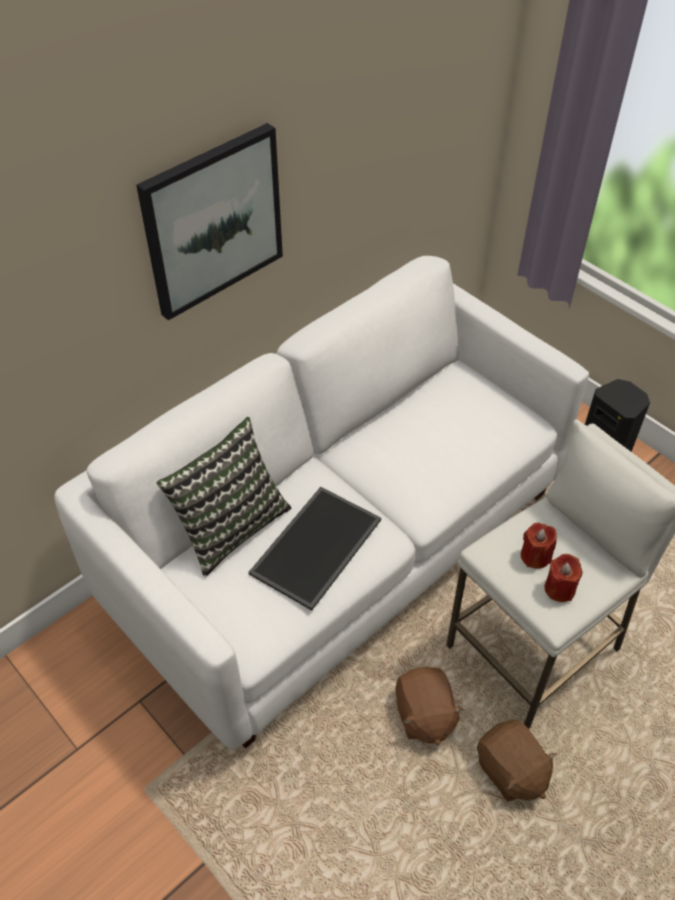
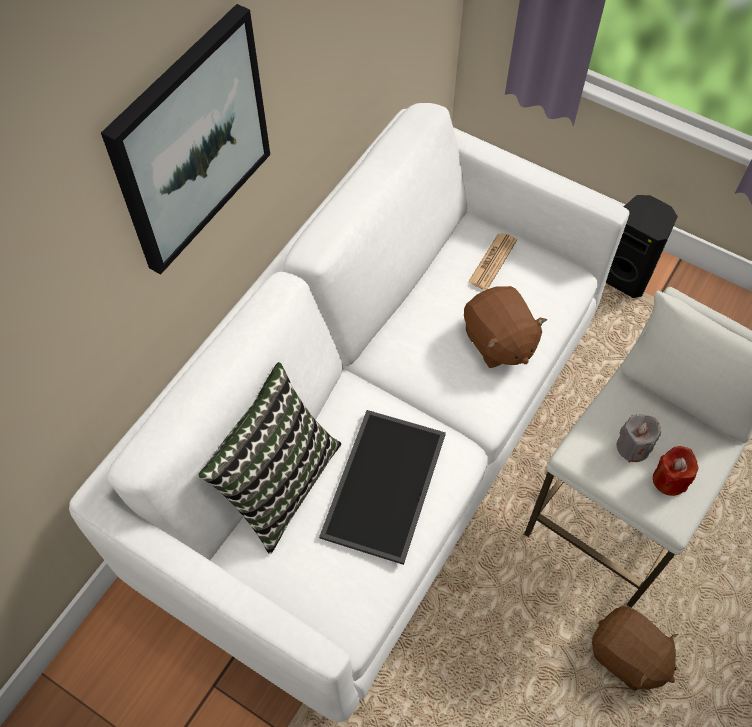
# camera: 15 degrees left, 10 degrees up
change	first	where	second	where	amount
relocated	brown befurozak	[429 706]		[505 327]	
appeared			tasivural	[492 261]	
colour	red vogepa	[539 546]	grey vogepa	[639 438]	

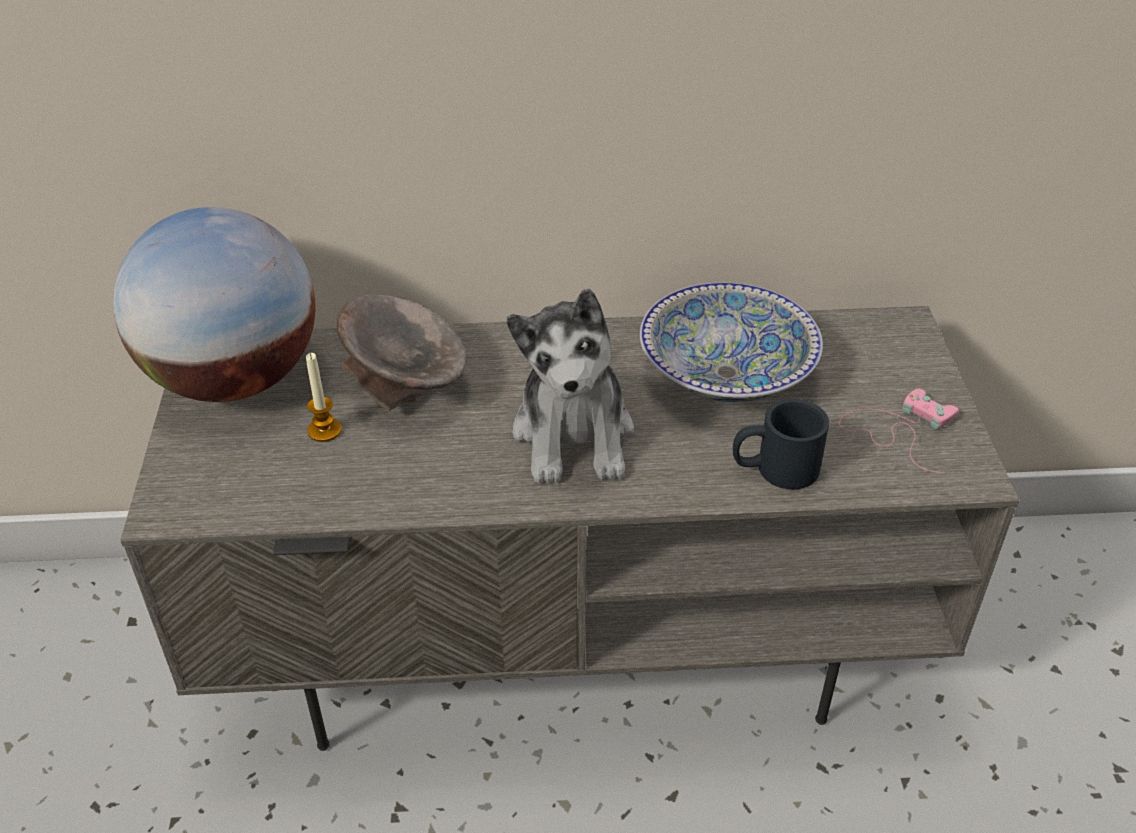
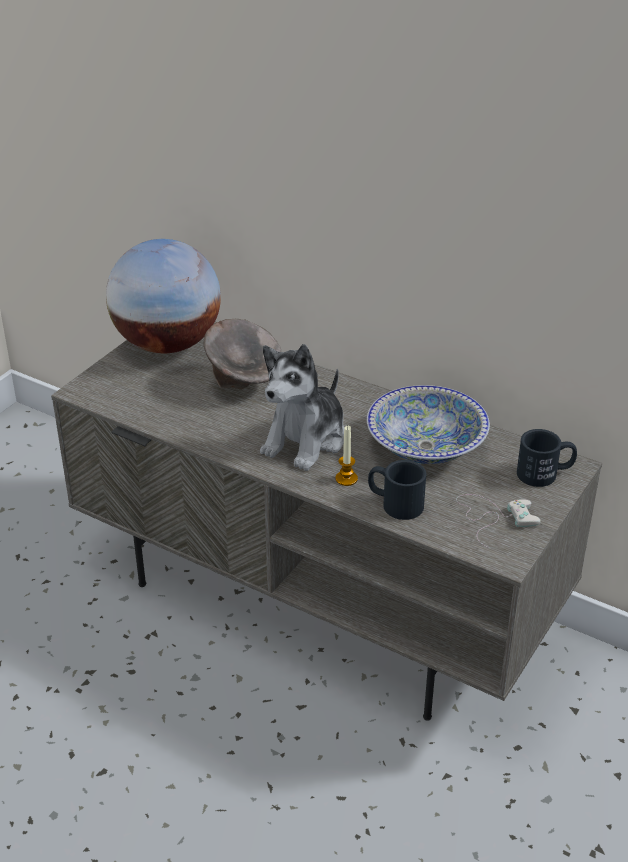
# camera: 35 degrees right, 5 degrees down
change	first	where	second	where	amount
relocated	vogepa	[324 397]		[346 456]	
colour	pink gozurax	[899 431]	white gozurax	[498 520]	
appeared			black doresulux	[547 458]	

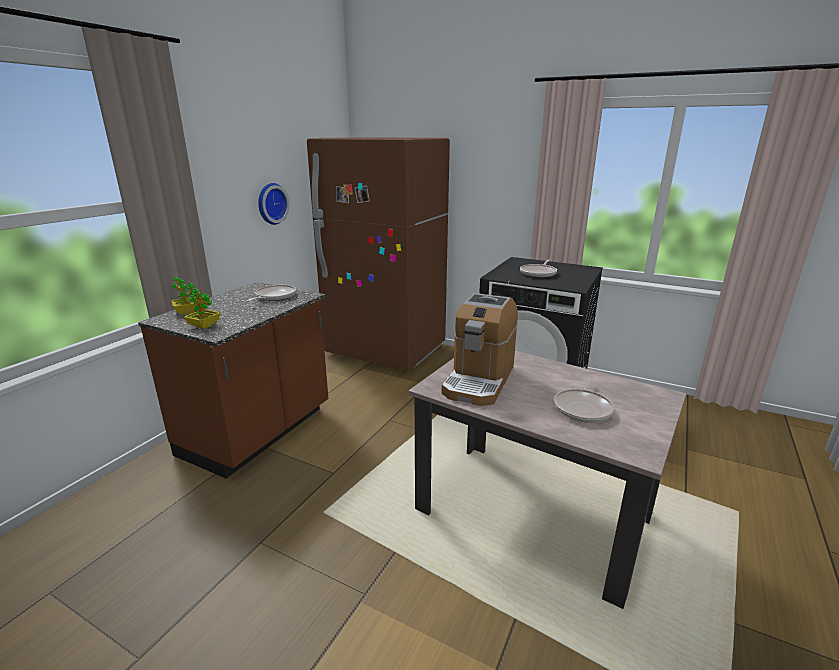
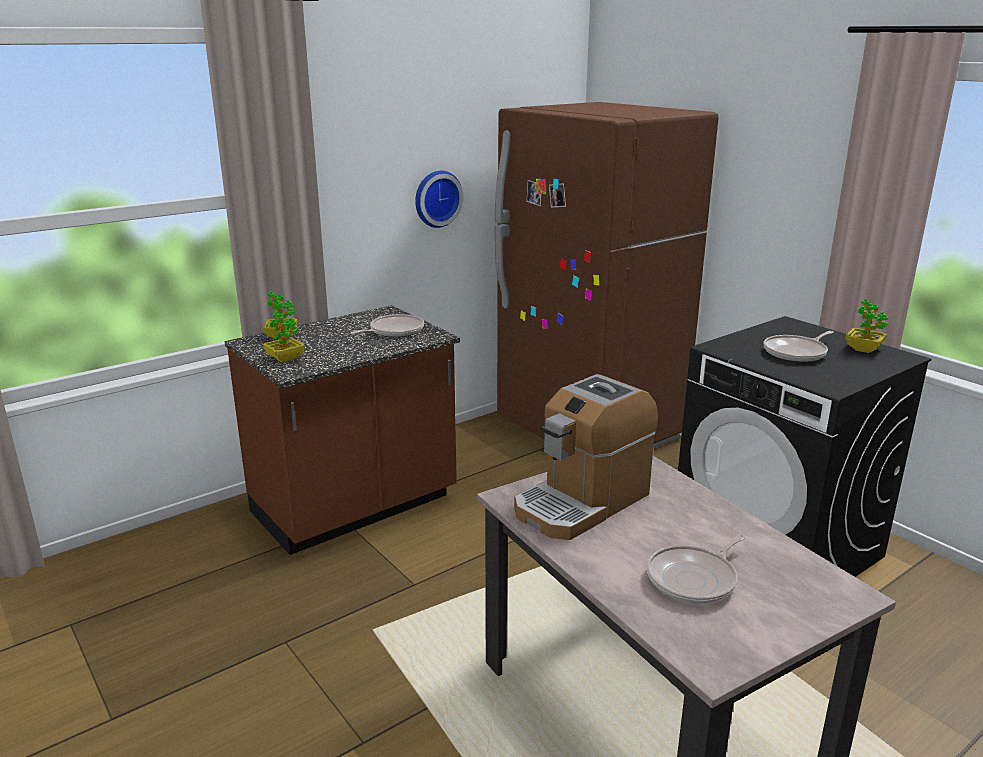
# camera: 25 degrees right, 0 degrees up
change	first	where	second	where	amount
appeared			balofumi	[866 326]	

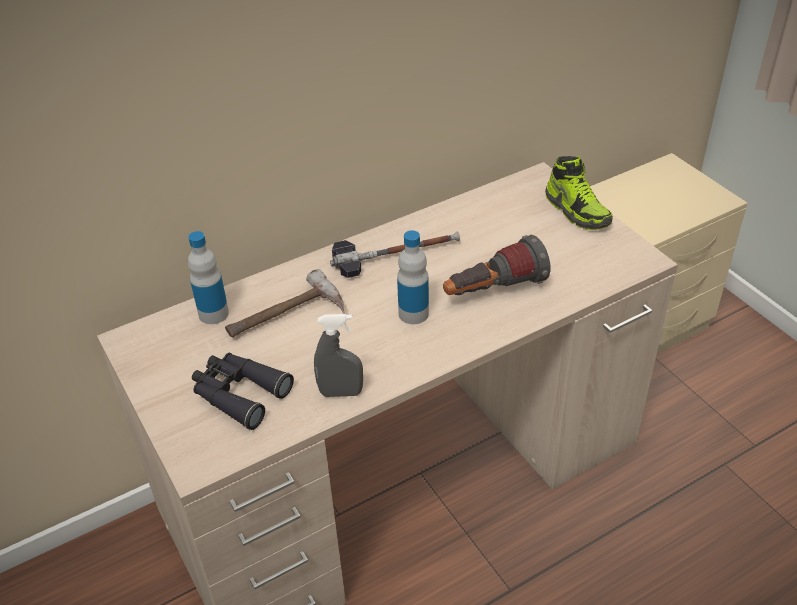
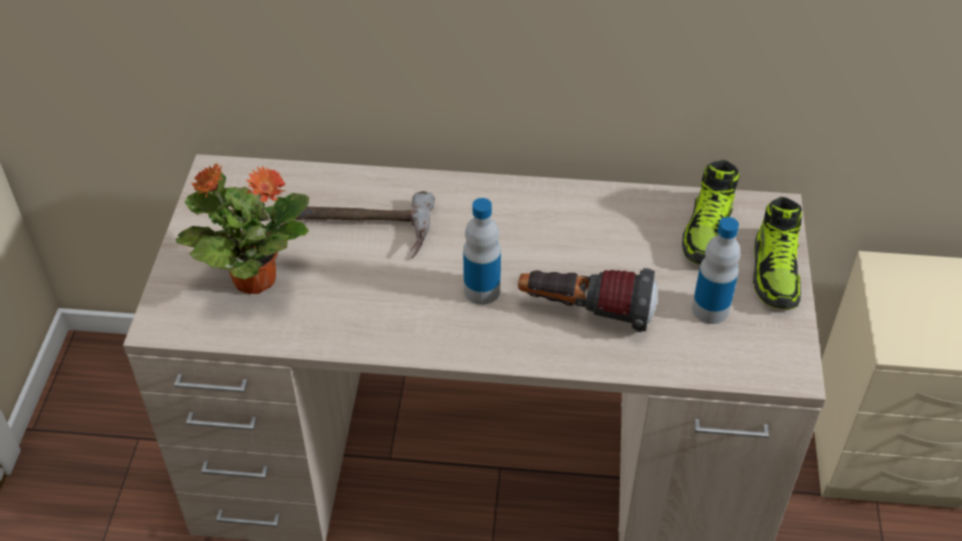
# camera: 35 degrees right, 5 degrees up
change	first	where	second	where	amount
exchanged	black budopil	[243 391]	balofumi	[242 229]	
appeared			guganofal	[710 212]	
relocated	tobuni	[208 277]		[716 270]	
missing	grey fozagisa	[338 355]			
missing	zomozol	[395 254]			

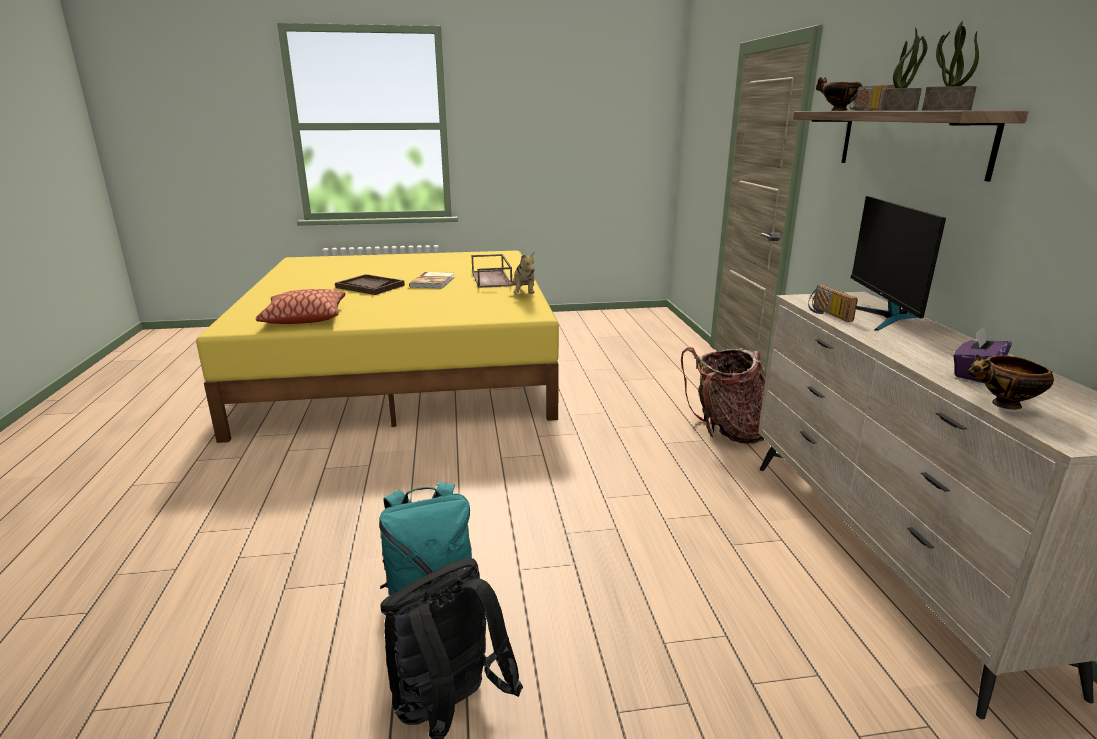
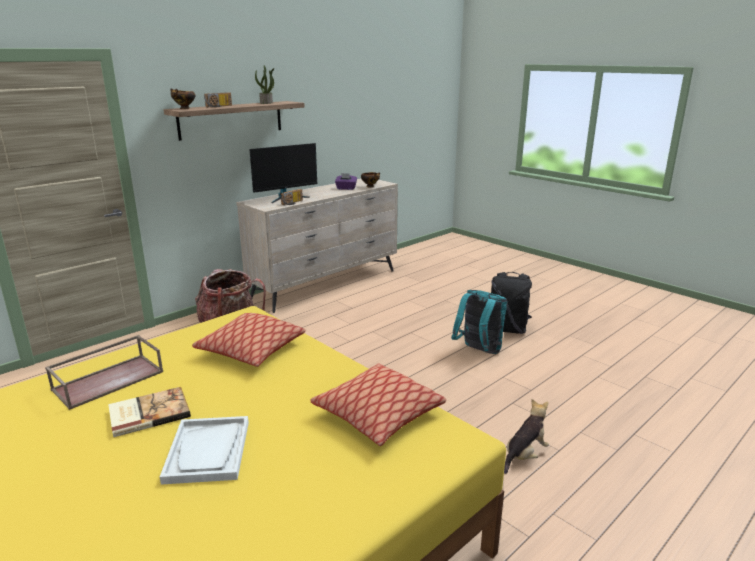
# camera: 125 degrees left, 0 degrees up
change	first	where	second	where	amount
colour	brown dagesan	[370 284]	white dagesan	[204 450]	
appeared			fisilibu	[248 340]	
relocated	befurozak	[521 273]		[526 436]	
missing	balofumi	[902 69]			

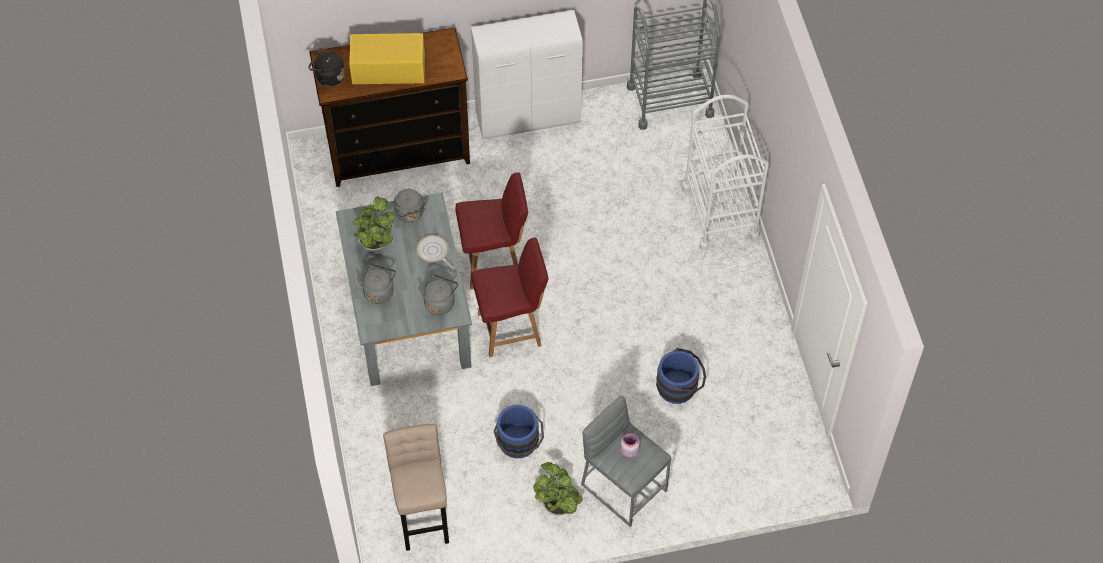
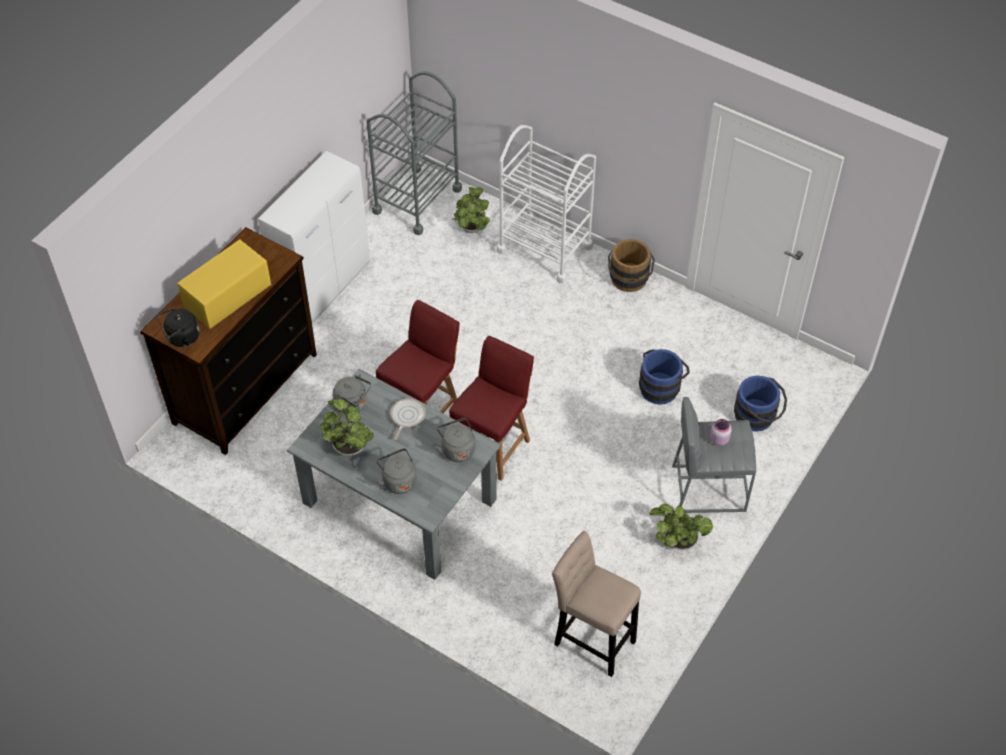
# camera: 45 degrees left, 5 degrees down
change	first	where	second	where	amount
spun	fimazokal	[435 252]		[408 419]	105 degrees clockwise
appeared			balofumi	[471 210]	
appeared			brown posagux	[631 265]	
relocated	blue posagux	[519 431]		[760 404]	

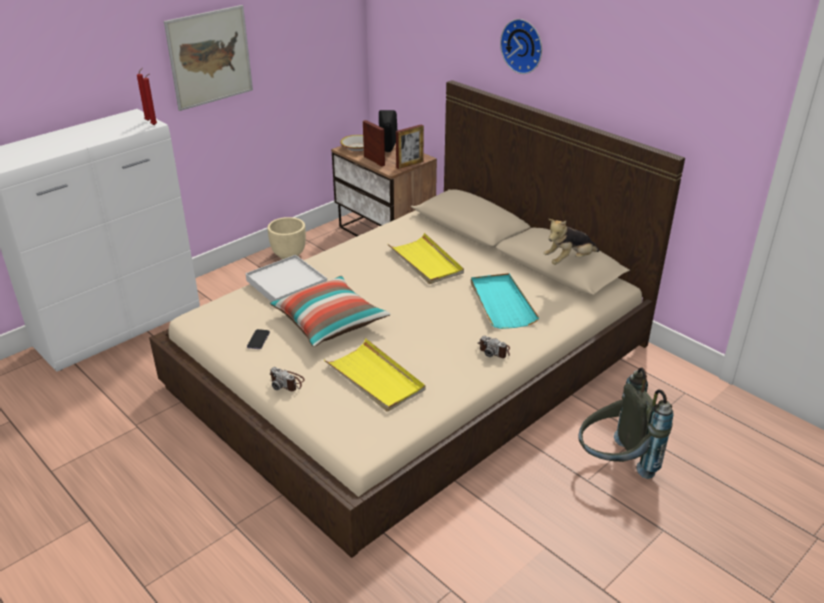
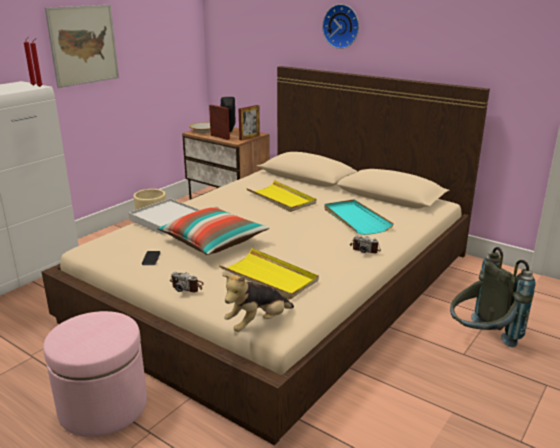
# camera: 10 degrees left, 10 degrees down
change	first	where	second	where	amount
appeared			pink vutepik	[95 374]	
relocated	befurozak	[571 242]		[258 303]	

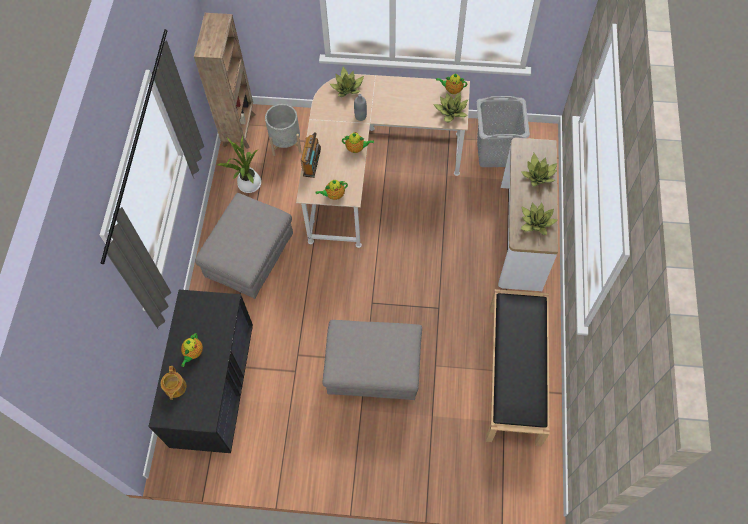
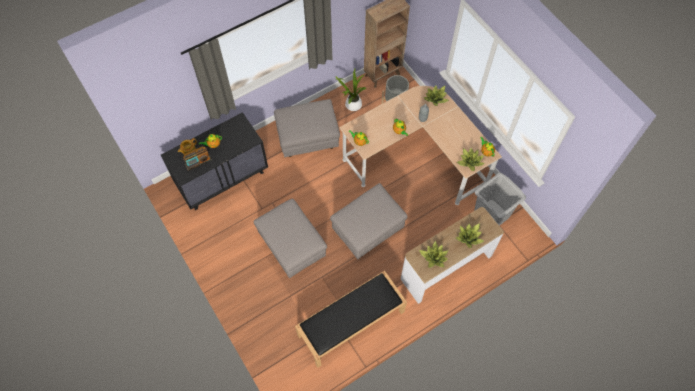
# camera: 50 degrees right, 0 degrees up
change	first	where	second	where	amount
relocated	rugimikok	[311 155]		[197 158]	
appeared			grey vutepik	[369 221]	

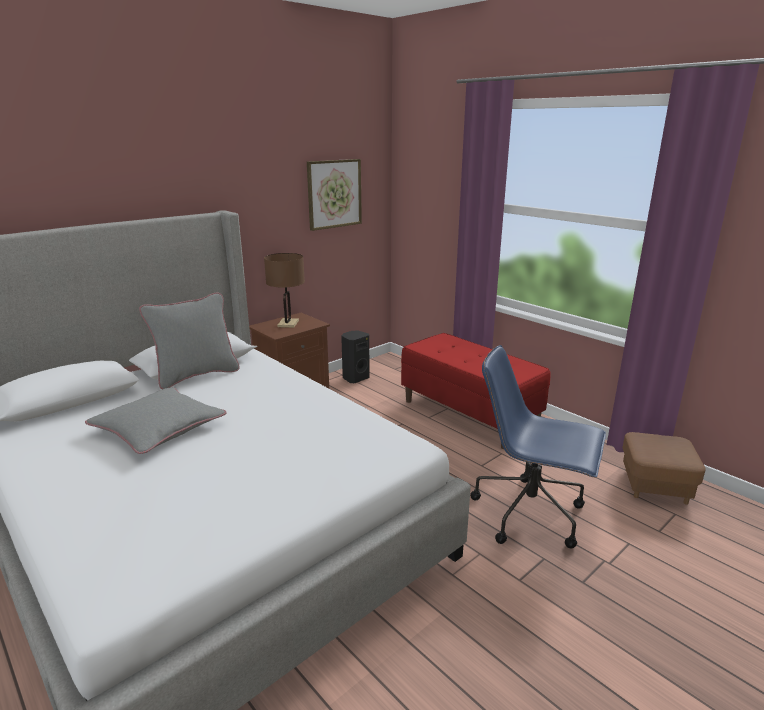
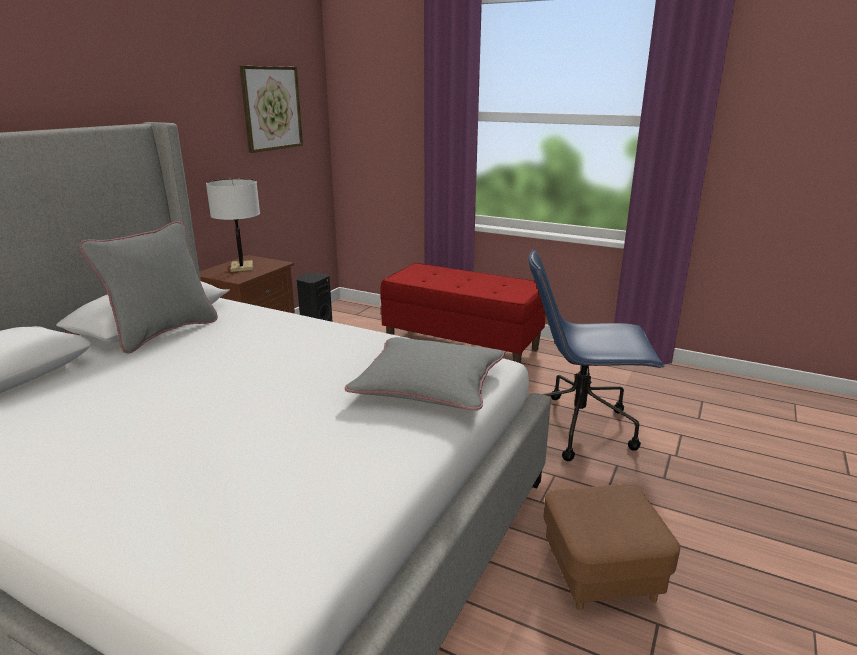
# camera: 20 degrees left, 0 degrees up
change	first	where	second	where	amount
colour	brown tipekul	[284 290]	white tipekul	[233 225]	
relocated	grey fisilibu	[156 420]		[425 374]	
relocated	brown vutepik	[664 468]		[612 547]	

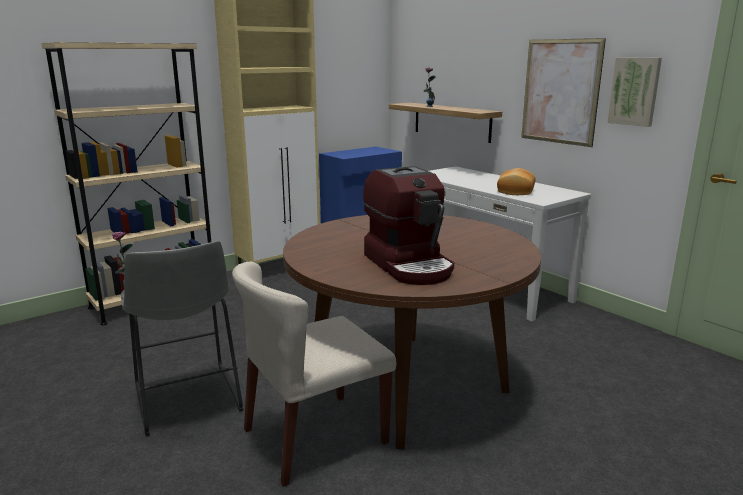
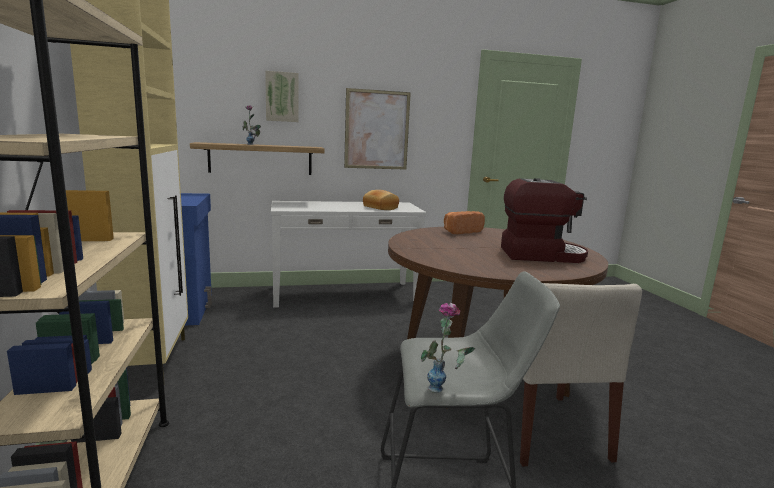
# camera: 65 degrees left, 5 degrees down
change	first	where	second	where	amount
relocated	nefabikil	[634 92]		[282 96]	
appeared			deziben	[464 222]	

